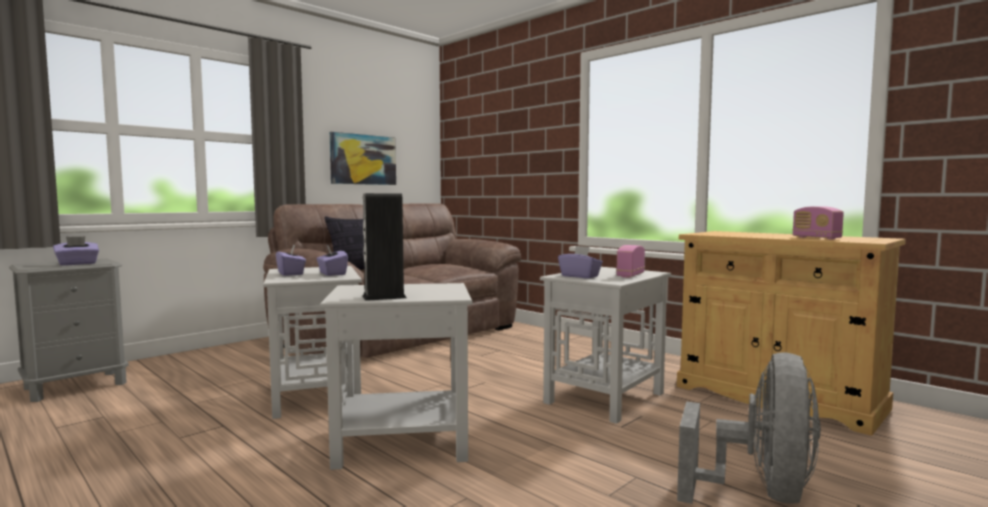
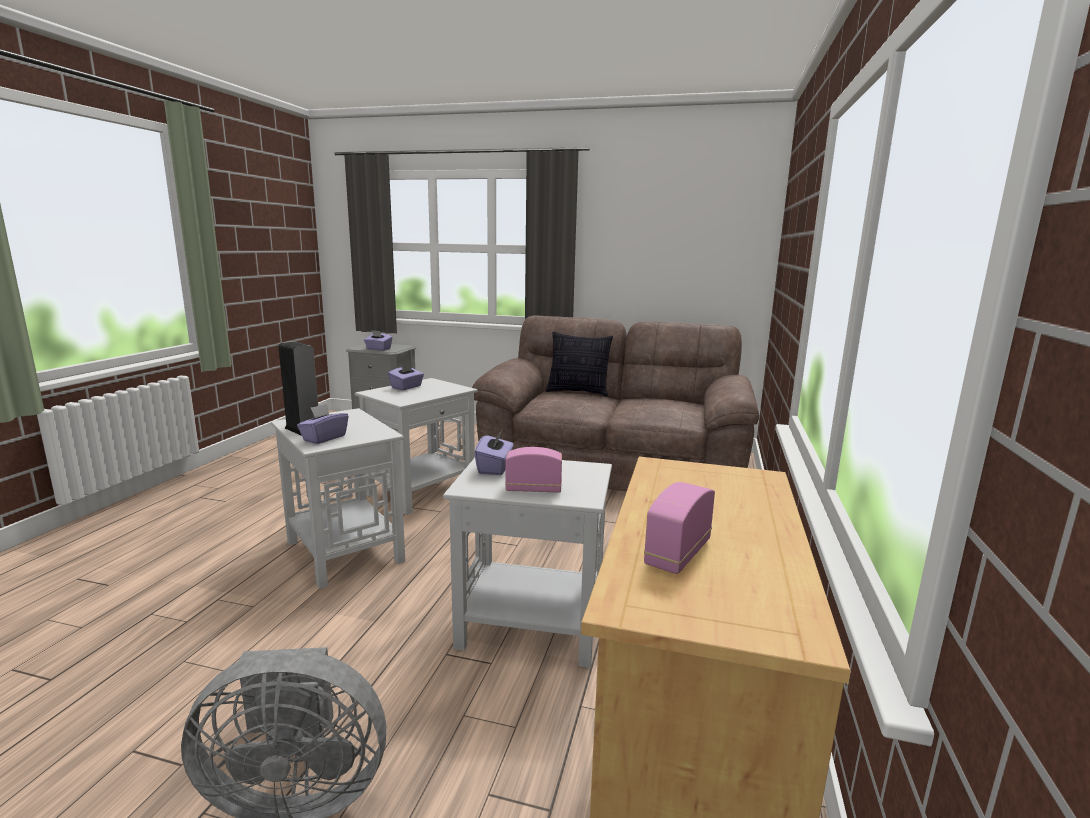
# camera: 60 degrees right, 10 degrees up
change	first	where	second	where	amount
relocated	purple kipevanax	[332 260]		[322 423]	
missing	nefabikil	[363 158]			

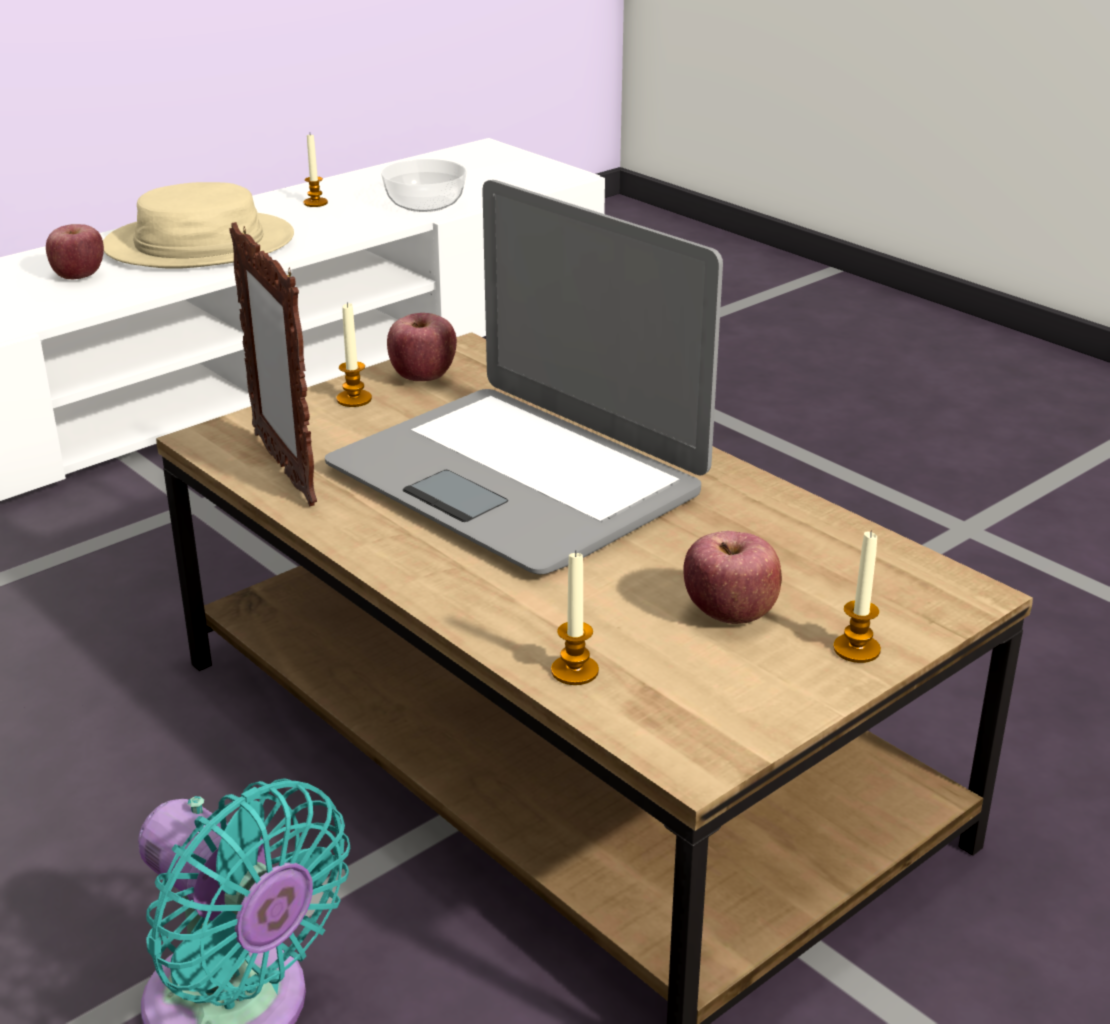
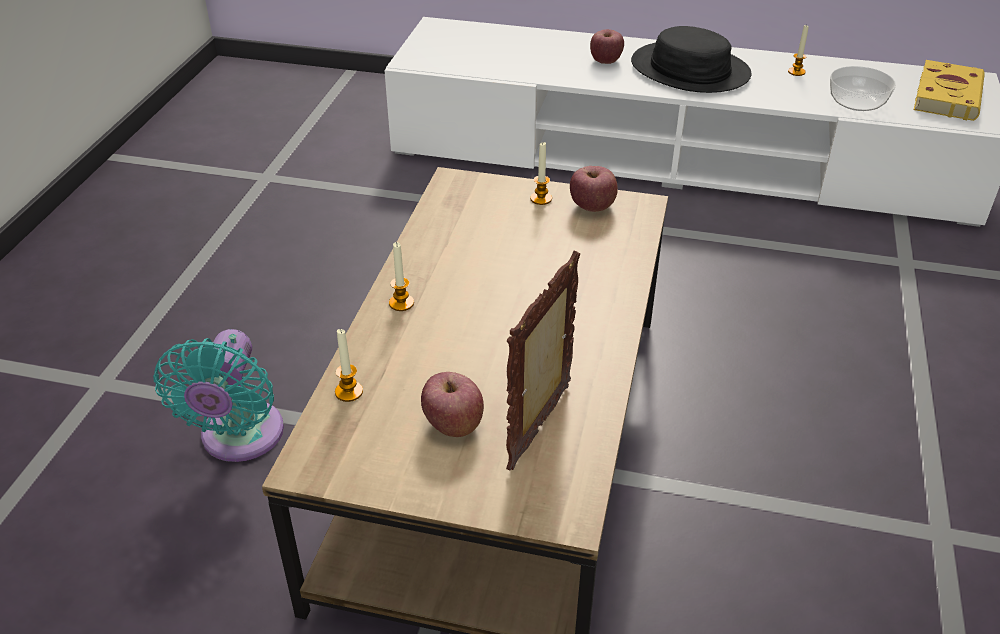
# camera: 55 degrees right, 10 degrees up
change	first	where	second	where	amount
relocated	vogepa	[857 596]		[401 276]	
relocated	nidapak	[273 364]		[543 360]	
colour	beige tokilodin	[198 225]	black tokilodin	[691 59]	
appeared			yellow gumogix	[949 90]	
missing	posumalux	[524 377]			

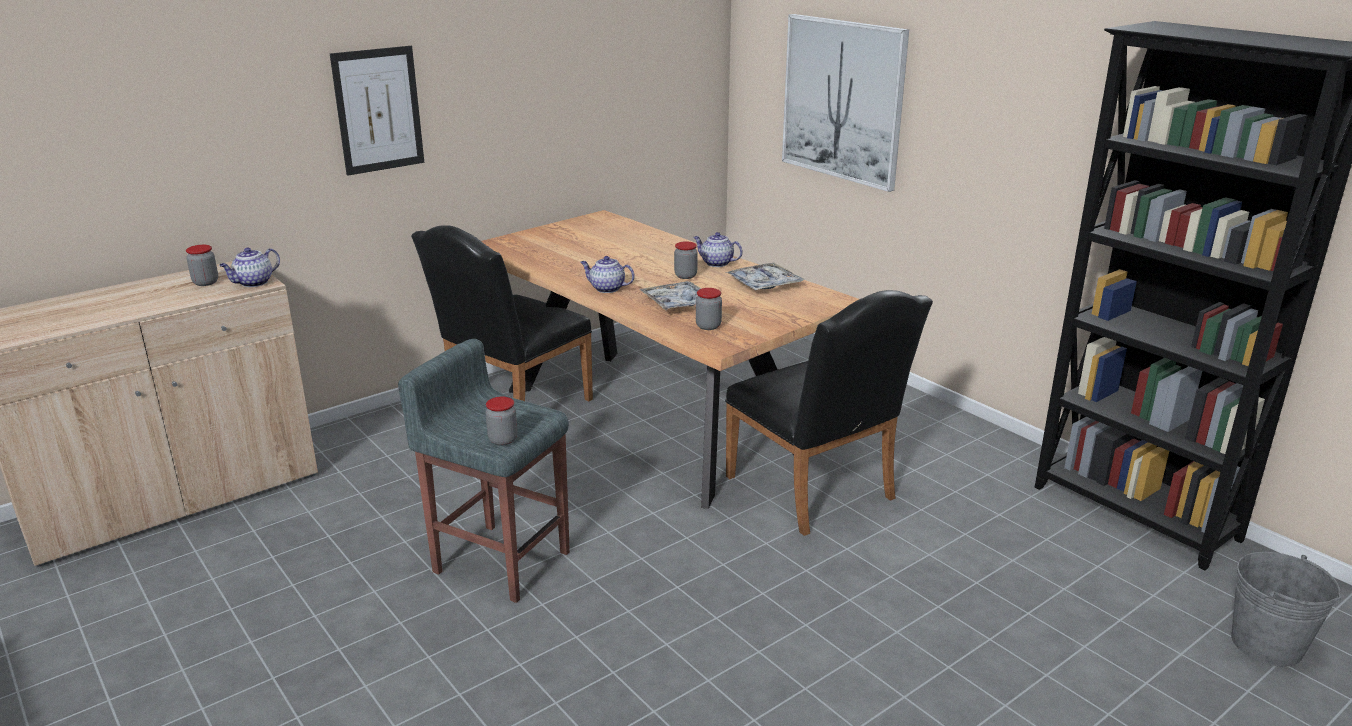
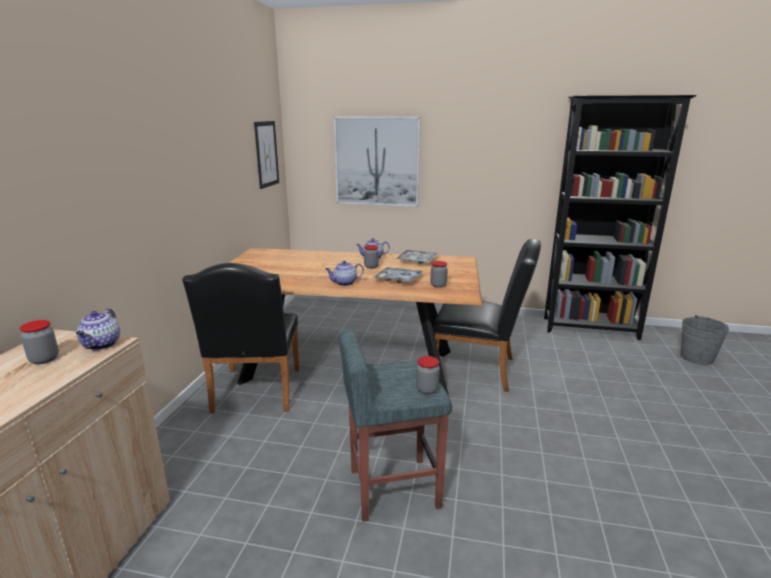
# camera: 40 degrees left, 5 degrees down
change	first	where	second	where	amount
relocated	nefabikil	[377 111]		[266 155]	

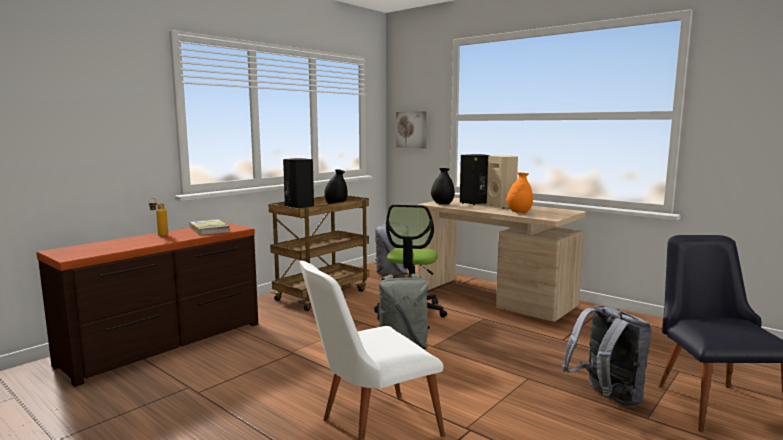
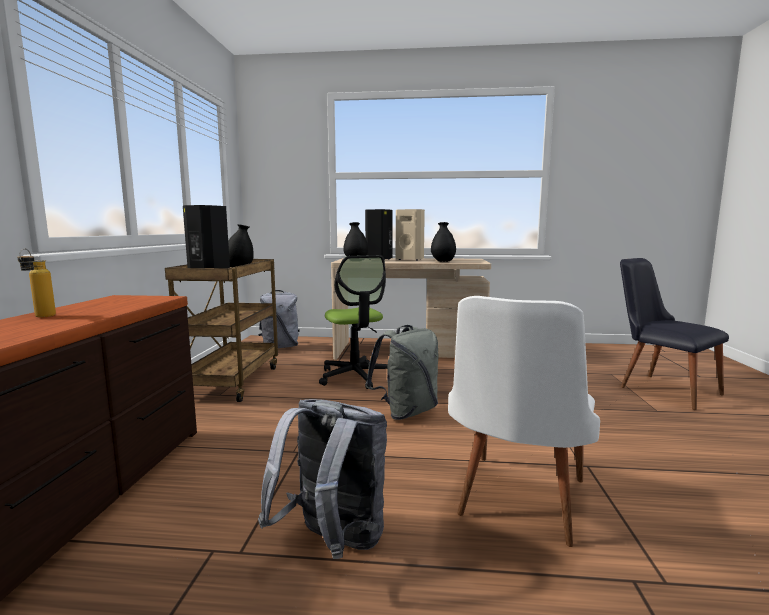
# camera: 35 degrees left, 0 degrees up
change	first	where	second	where	amount
relocated	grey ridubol	[607 356]		[322 479]	
colour	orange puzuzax	[519 193]	black puzuzax	[443 242]	
missing	gumogix	[209 227]			
missing	nefabikil	[411 129]			

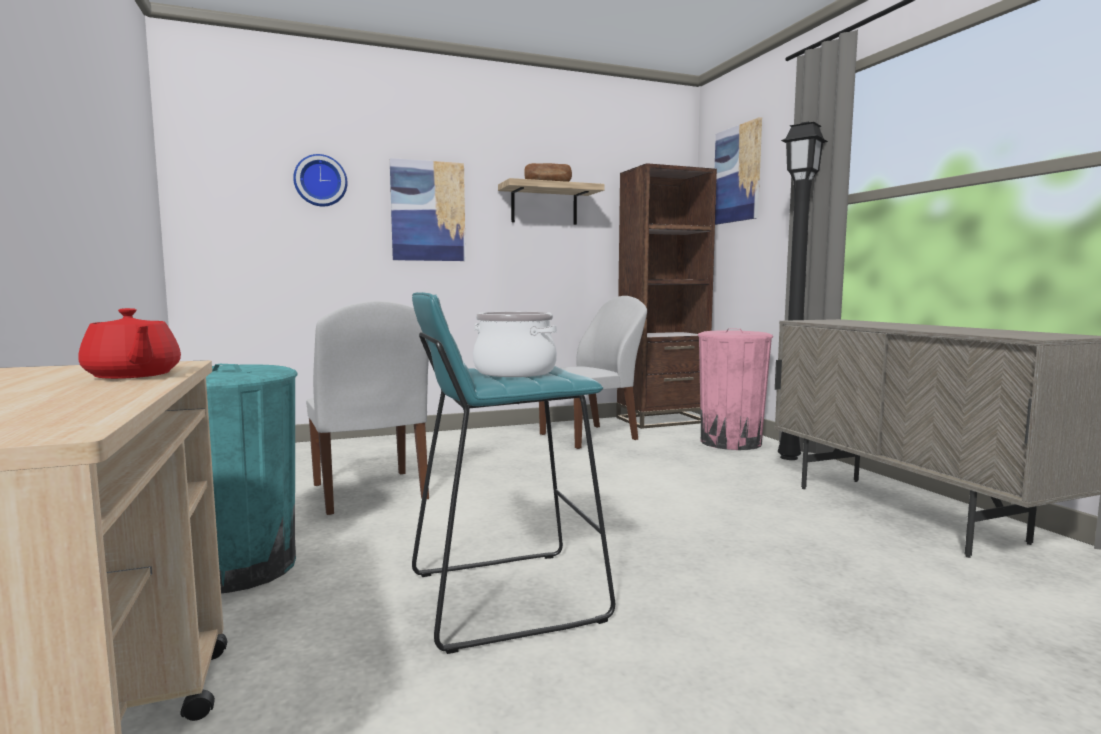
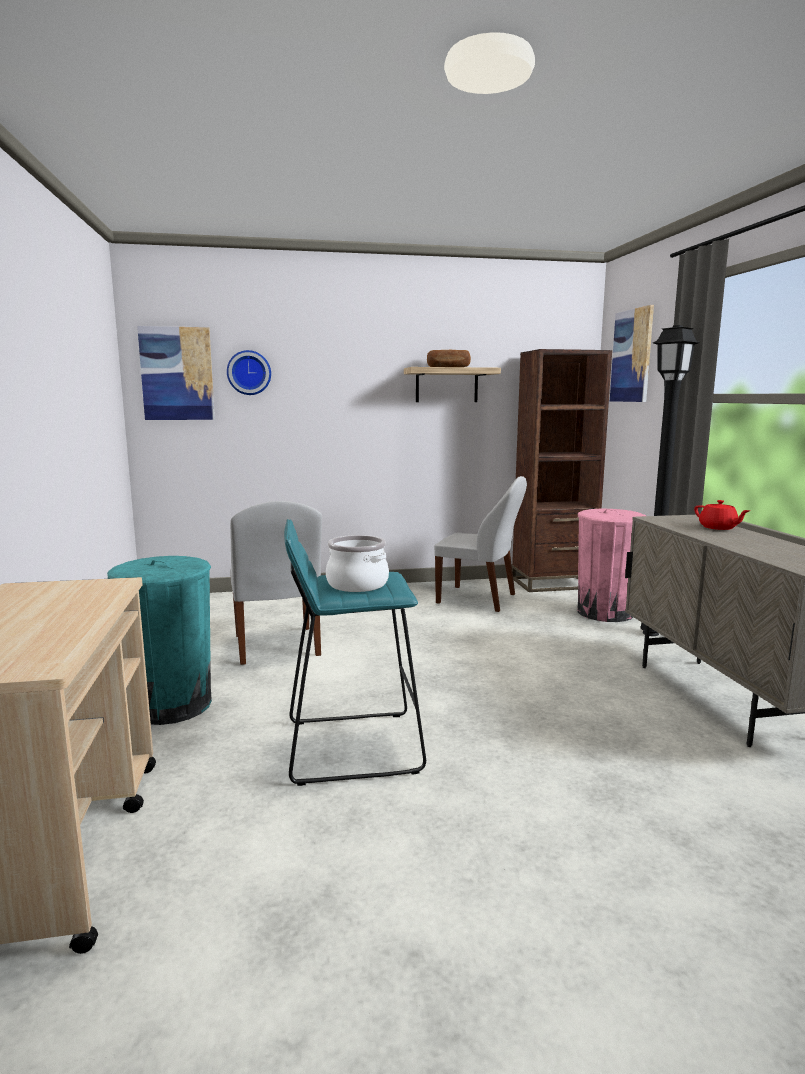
# camera: 10 degrees right, 5 degrees up
change	first	where	second	where	amount
relocated	nefabikil	[428 209]		[176 373]	
spun	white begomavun	[593 372]		[480 544]	45 degrees clockwise
relocated	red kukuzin	[129 343]		[722 515]	

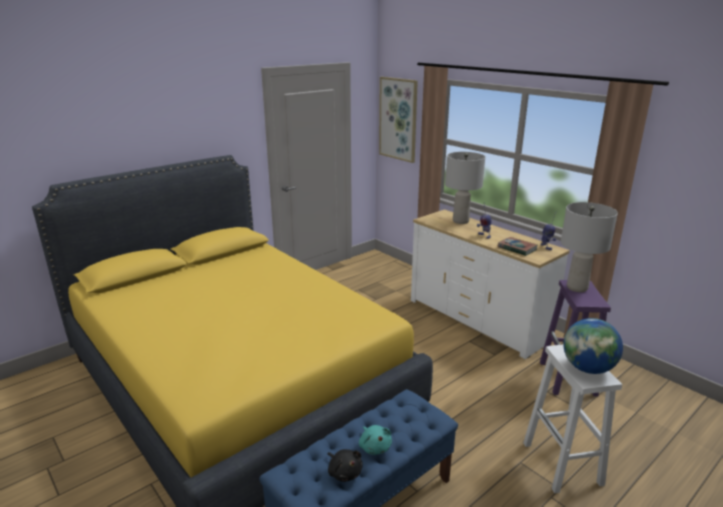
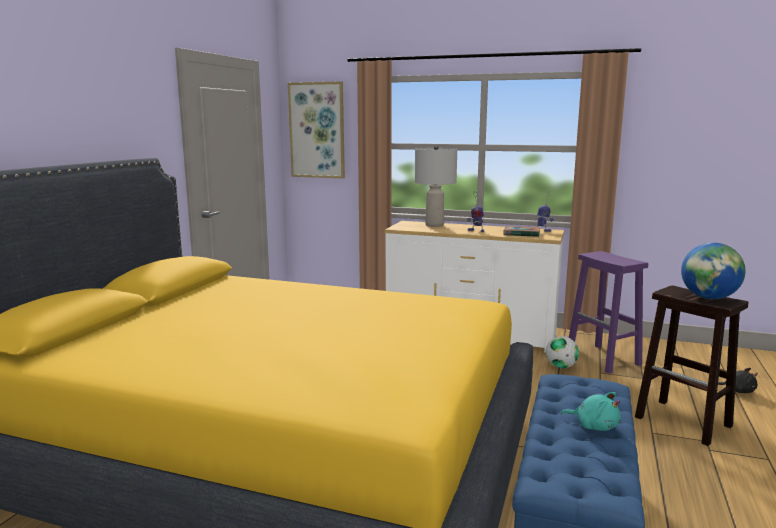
# camera: 30 degrees left, 10 degrees down
change	first	where	second	where	amount
appeared			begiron	[562 352]	
colour	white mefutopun	[572 418]	brown mefutopun	[691 365]	
relocated	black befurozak	[345 465]		[738 380]	
missing	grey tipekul	[589 247]			

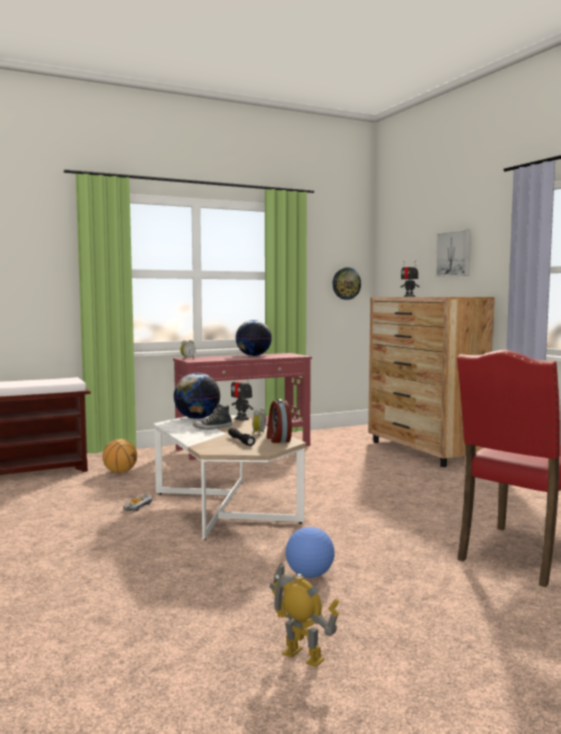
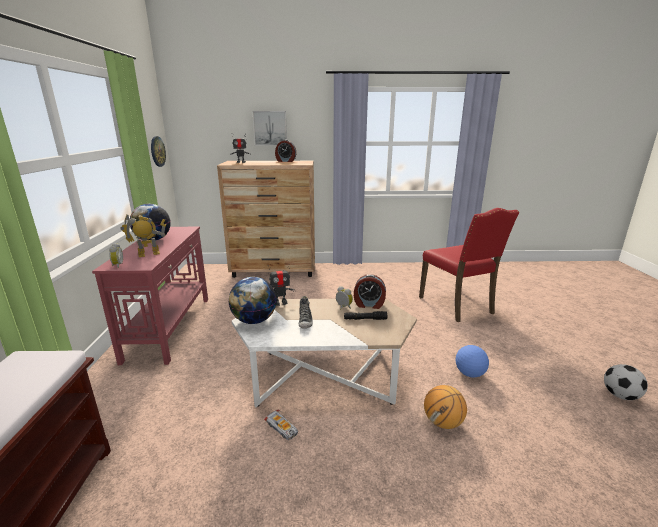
# camera: 65 degrees left, 15 degrees up
change	first	where	second	where	amount
relocated	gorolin	[304 615]		[143 235]	
appeared			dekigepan	[285 151]	
relocated	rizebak	[119 456]		[445 407]	
appeared			begiron	[626 382]	

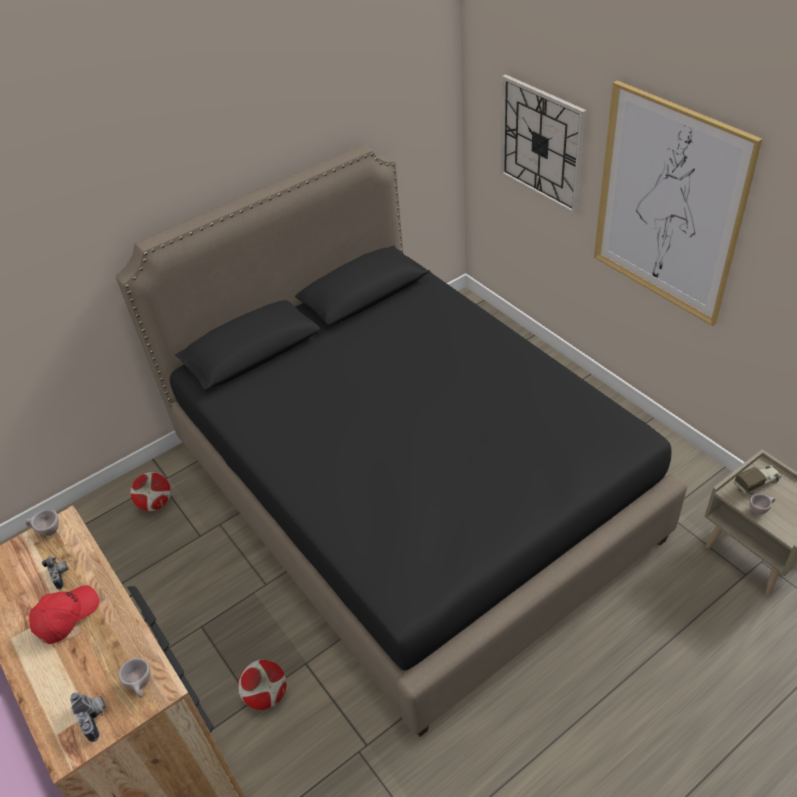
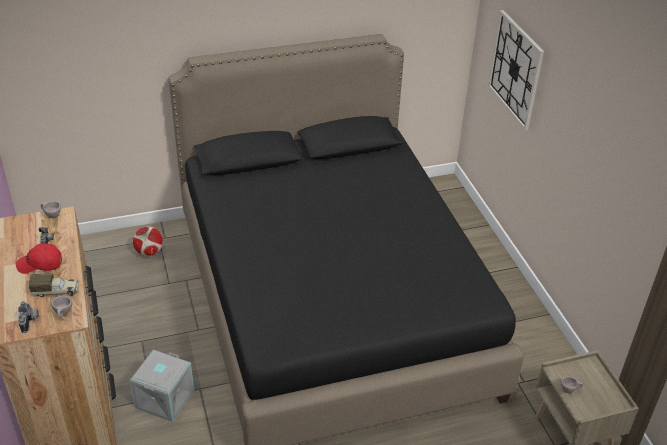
# camera: 15 degrees right, 5 degrees down
change	first	where	second	where	amount
spun	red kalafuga	[64 614]		[39 258]	150 degrees counterclockwise
relocated	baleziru	[758 480]		[54 285]	
exchanged	begiron	[262 685]	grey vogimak	[162 386]	
missing	nefabikil	[678 203]			

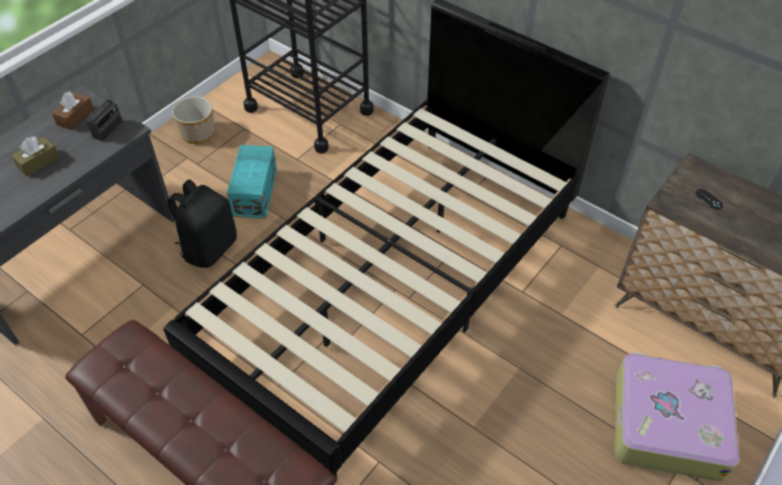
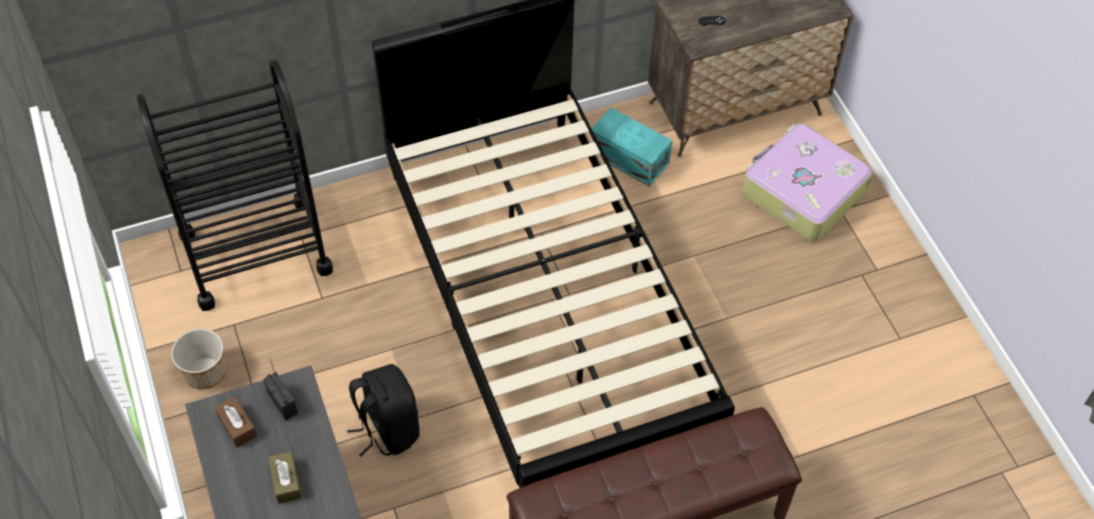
# camera: 60 degrees left, 5 degrees up
change	first	where	second	where	amount
relocated	turquoise vogimak	[252 182]		[632 147]	

